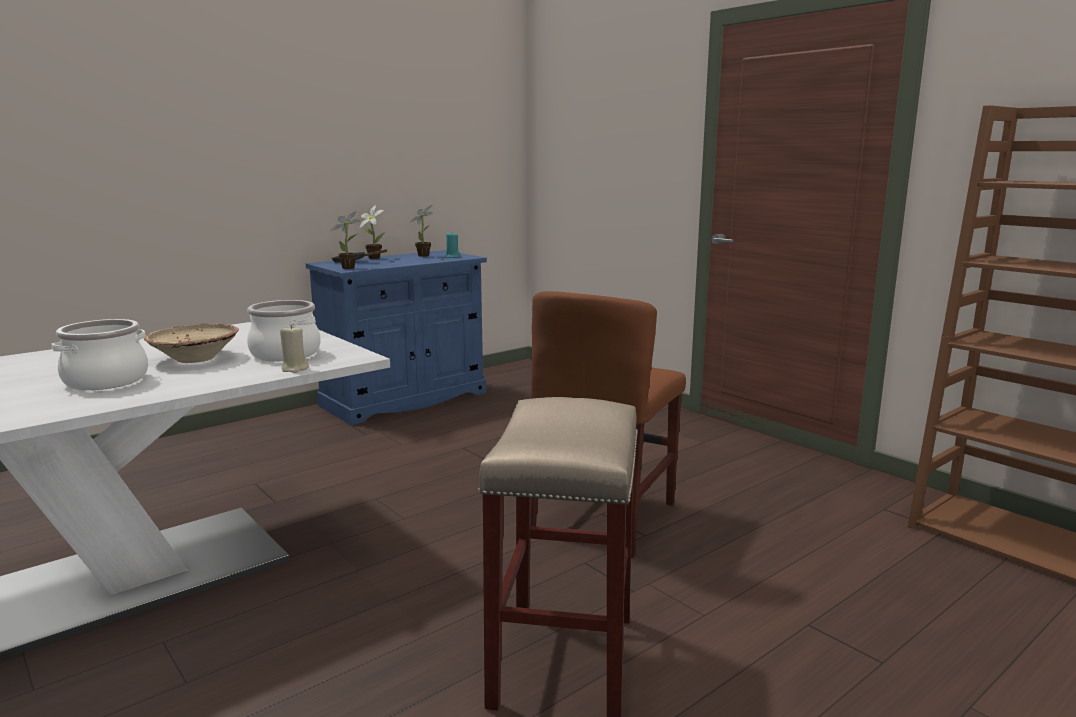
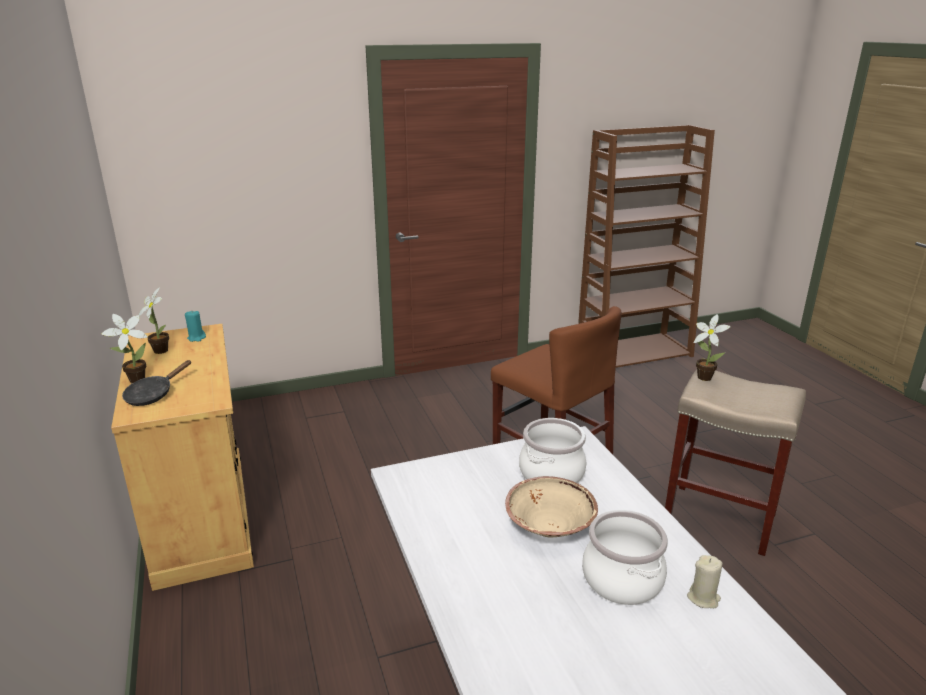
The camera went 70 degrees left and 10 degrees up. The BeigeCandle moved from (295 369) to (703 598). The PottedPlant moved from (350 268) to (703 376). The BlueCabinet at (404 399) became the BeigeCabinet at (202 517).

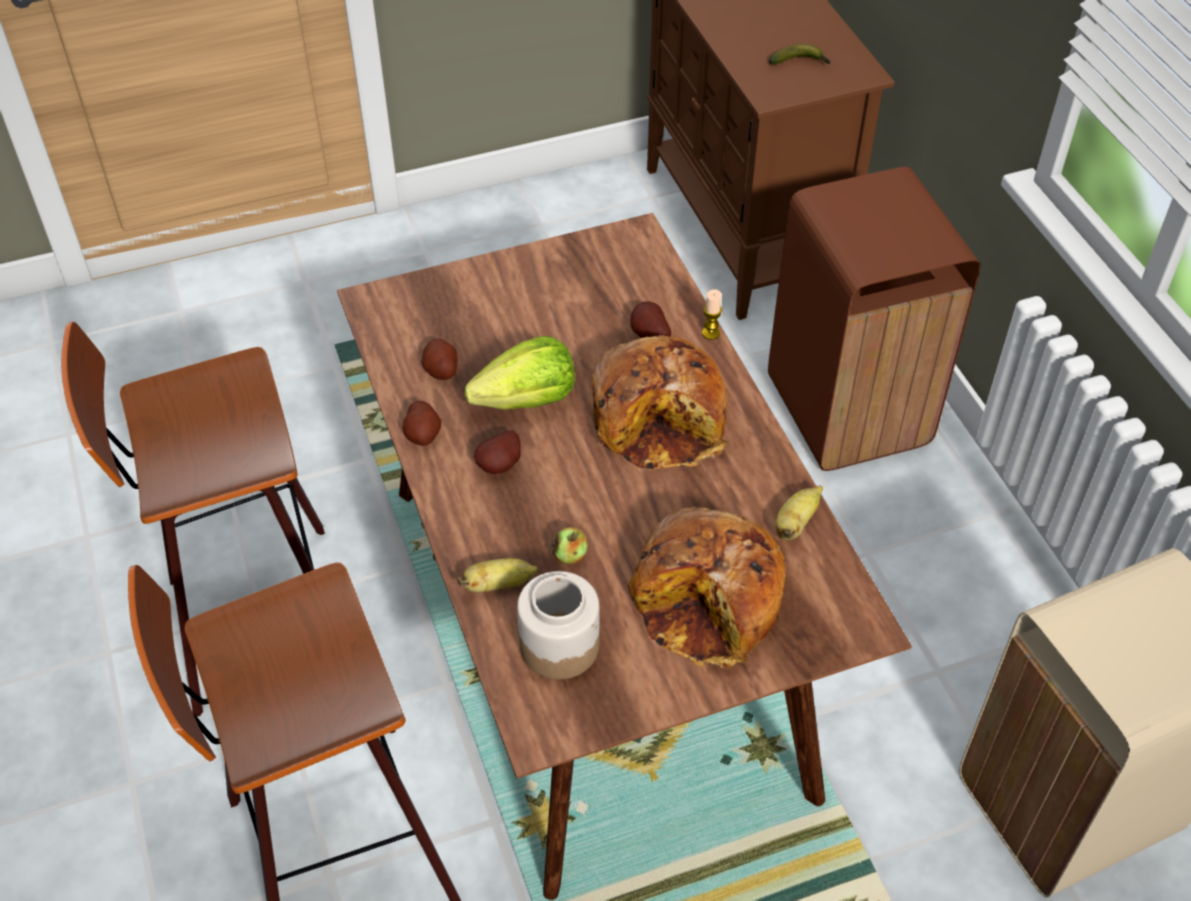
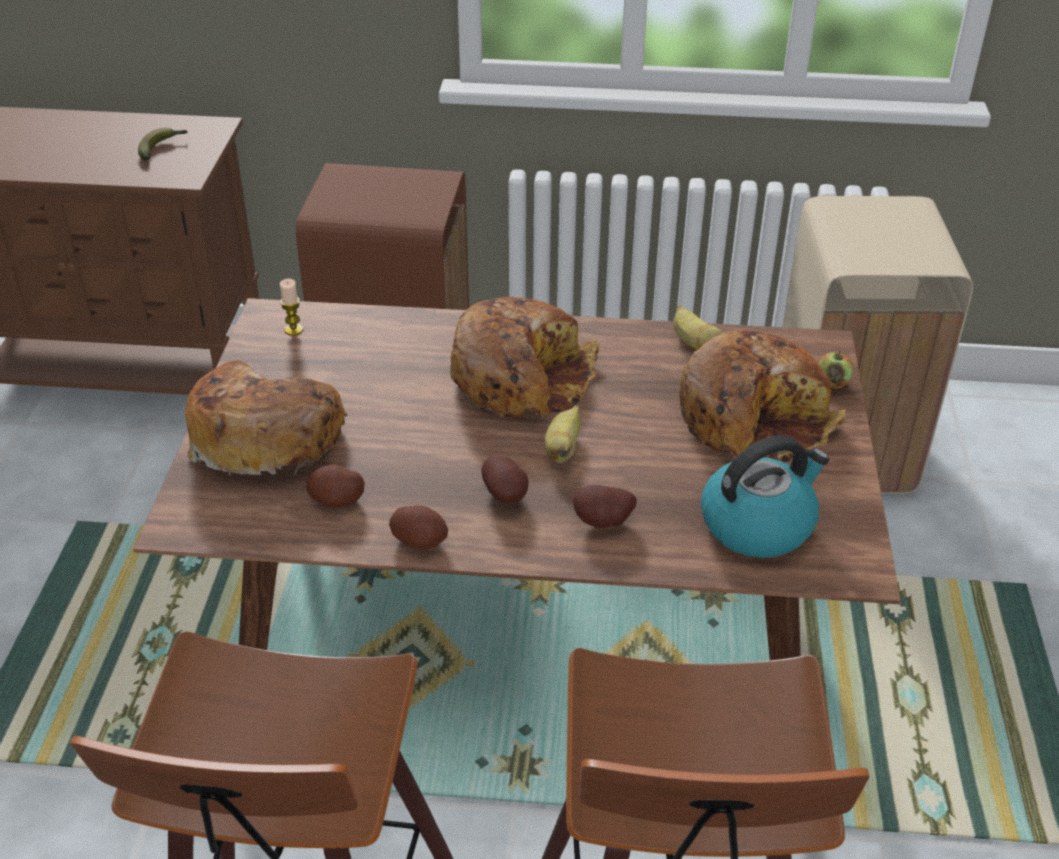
The camera went 65 degrees left and 10 degrees down. The Lettuce at (527 400) disappeared. The Bread at (266 435) appeared. The Banana moved from (499 585) to (563 448). The Apple moved from (569 556) to (832 383). The Potato moved from (648 336) to (603 523). The Candle moved from (710 333) to (293 330). The Jar at (559 645) was replaced by the Kettle at (758 524).

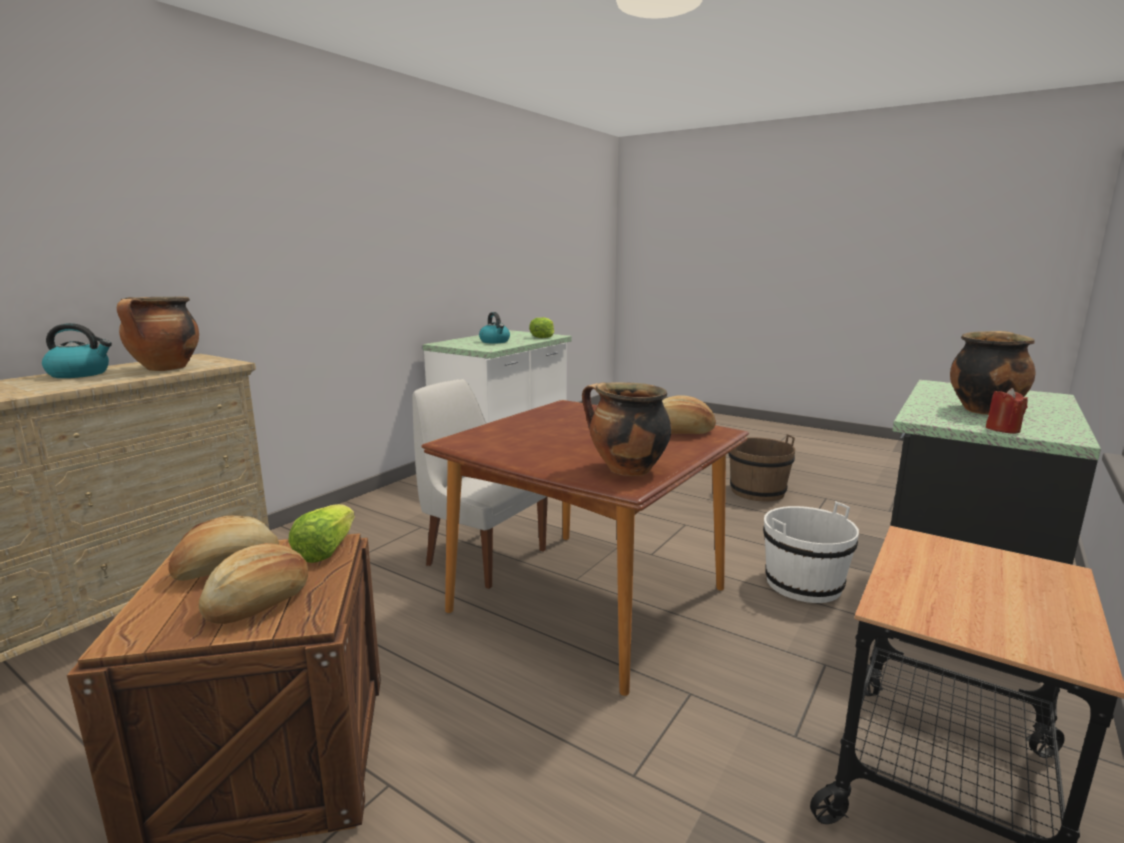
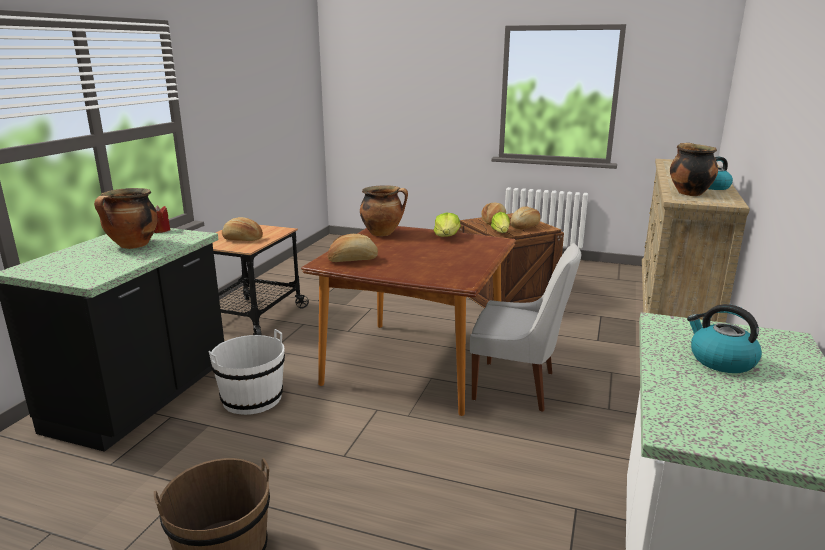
The camera went 165 degrees right and 5 degrees up. The Bread at (242 239) appeared. The Lettuce moved from (542 337) to (447 236).

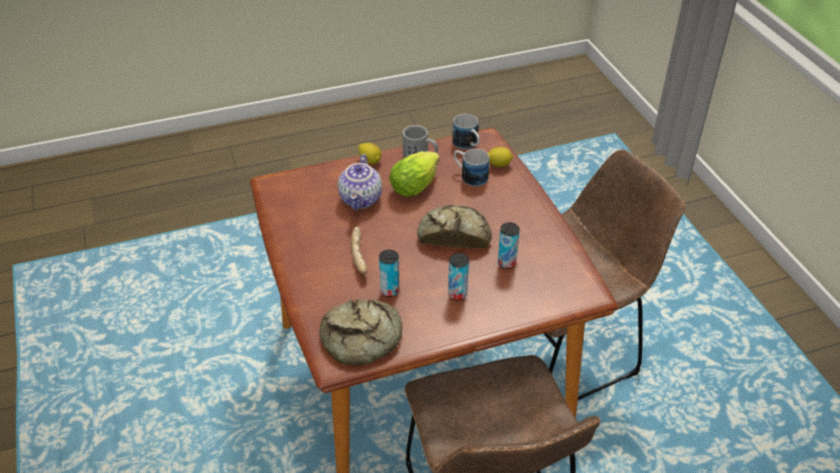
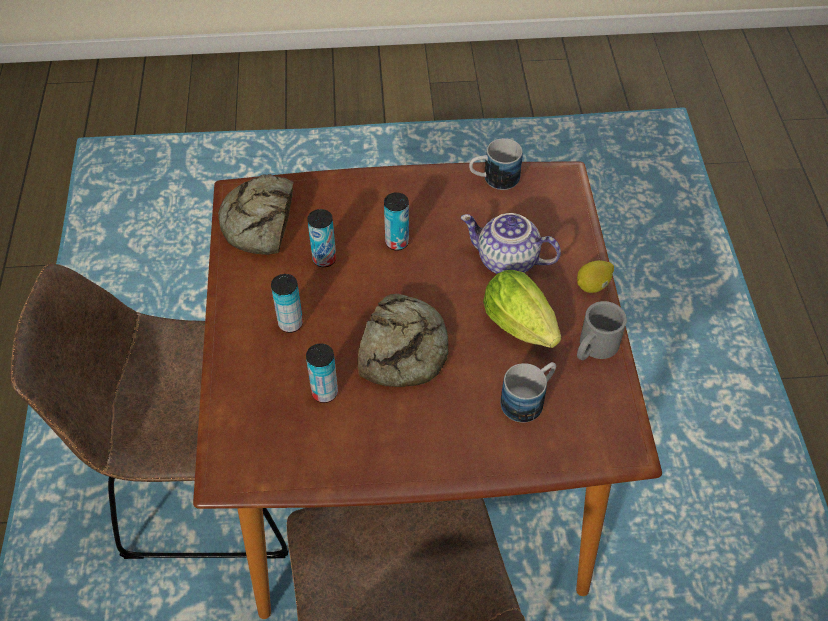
The camera went 105 degrees right and 10 degrees up. The Lemon at (498 165) disappeared. The Mug moved from (468 145) to (493 179). The Bread at (360 255) was replaced by the Can at (397 242).

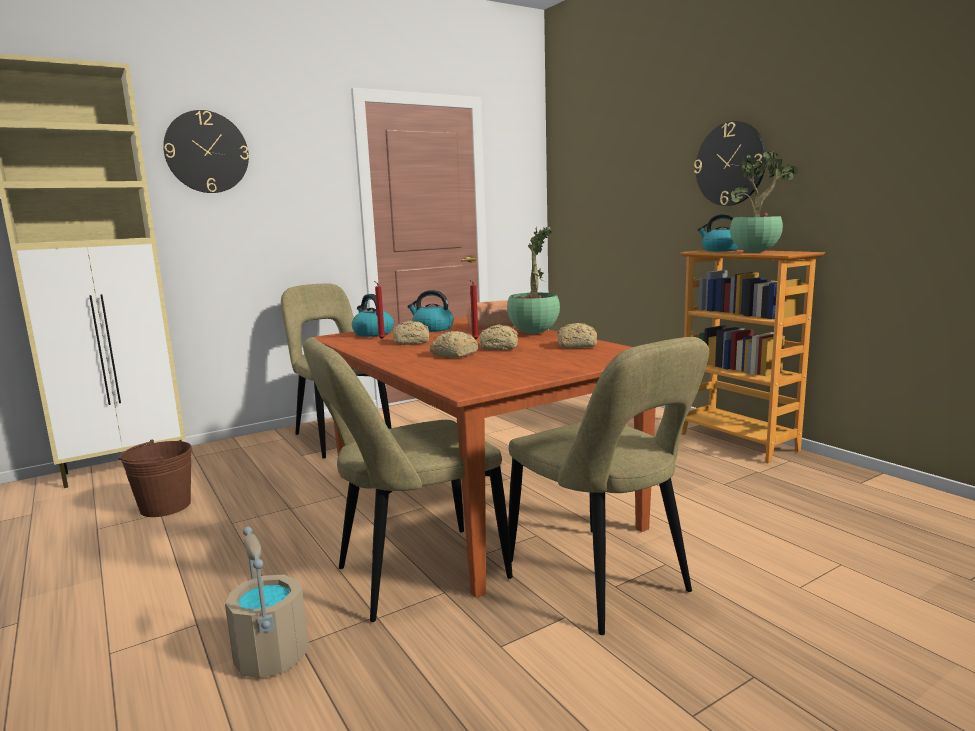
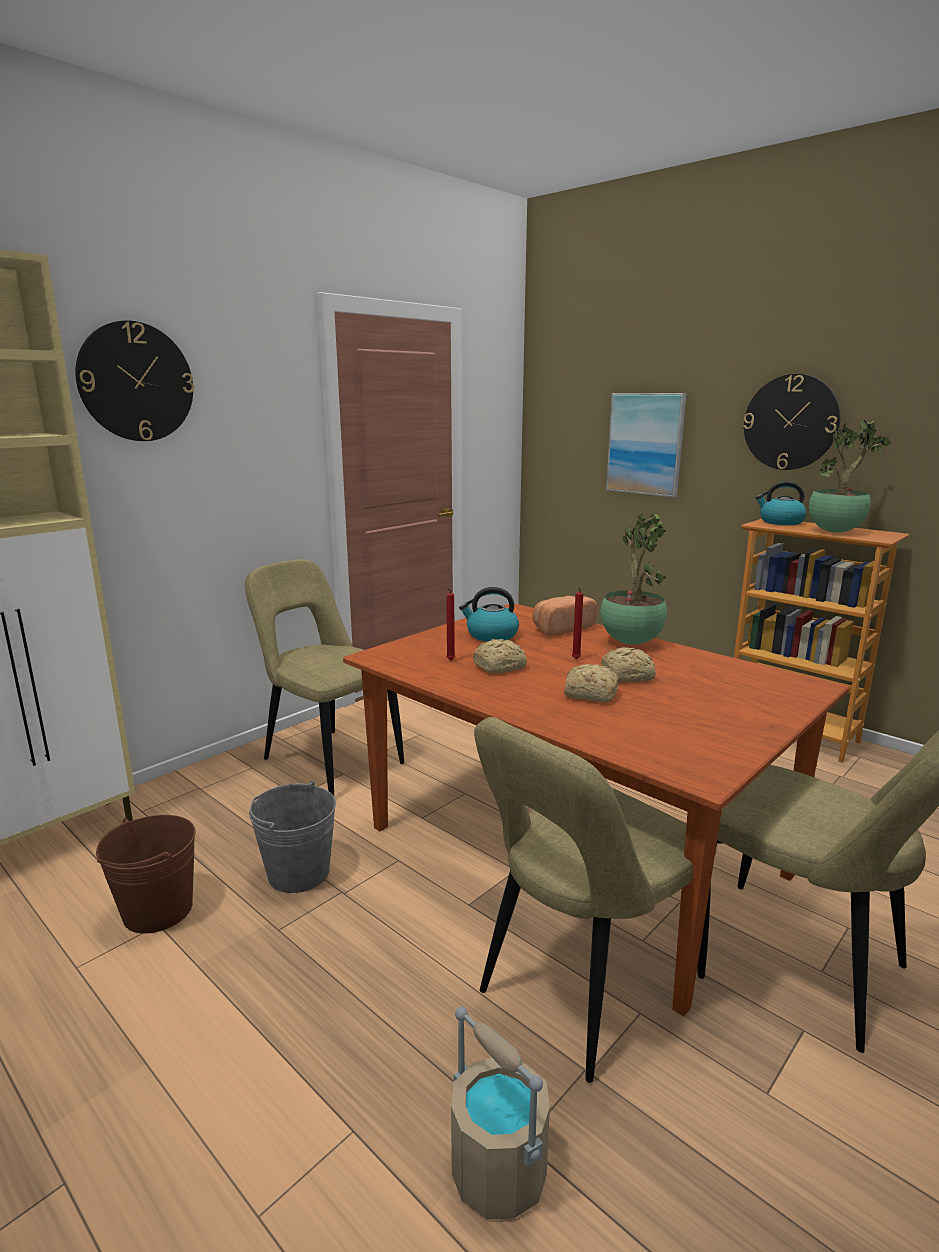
The camera went 15 degrees left and 5 degrees up. The Kettle at (372 333) disappeared. The Bread at (575 346) disappeared. The GreyBucket at (298 873) appeared. The Picture at (645 444) appeared.

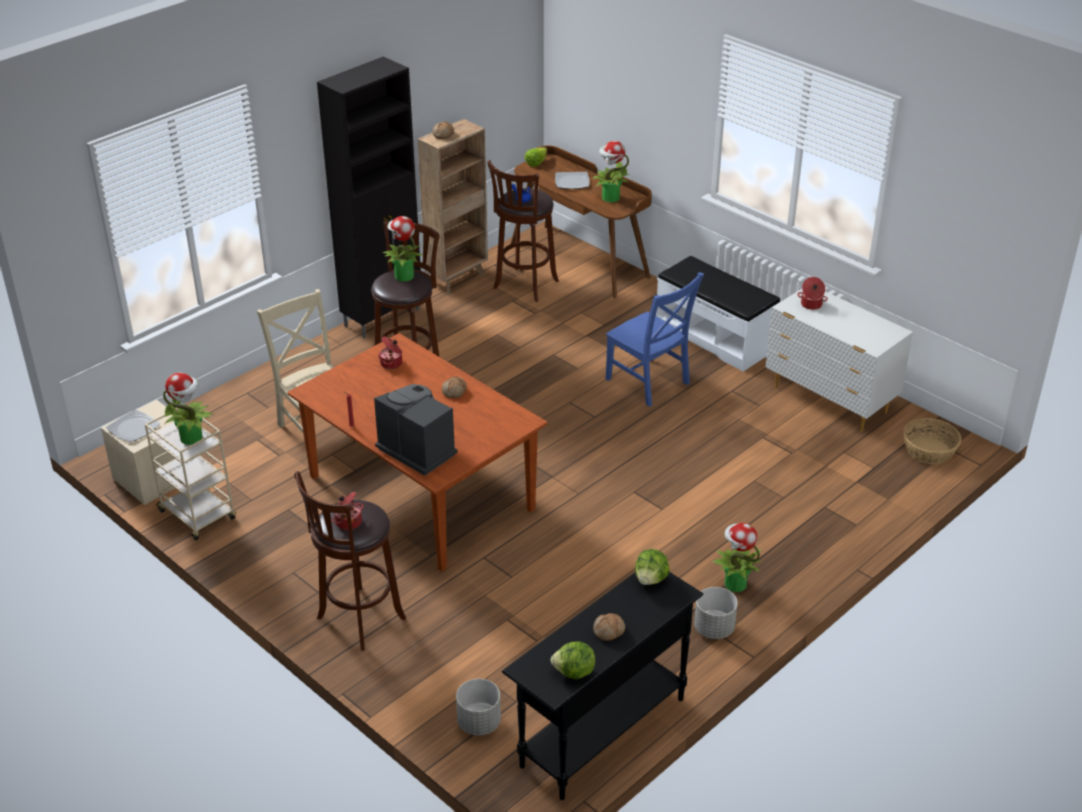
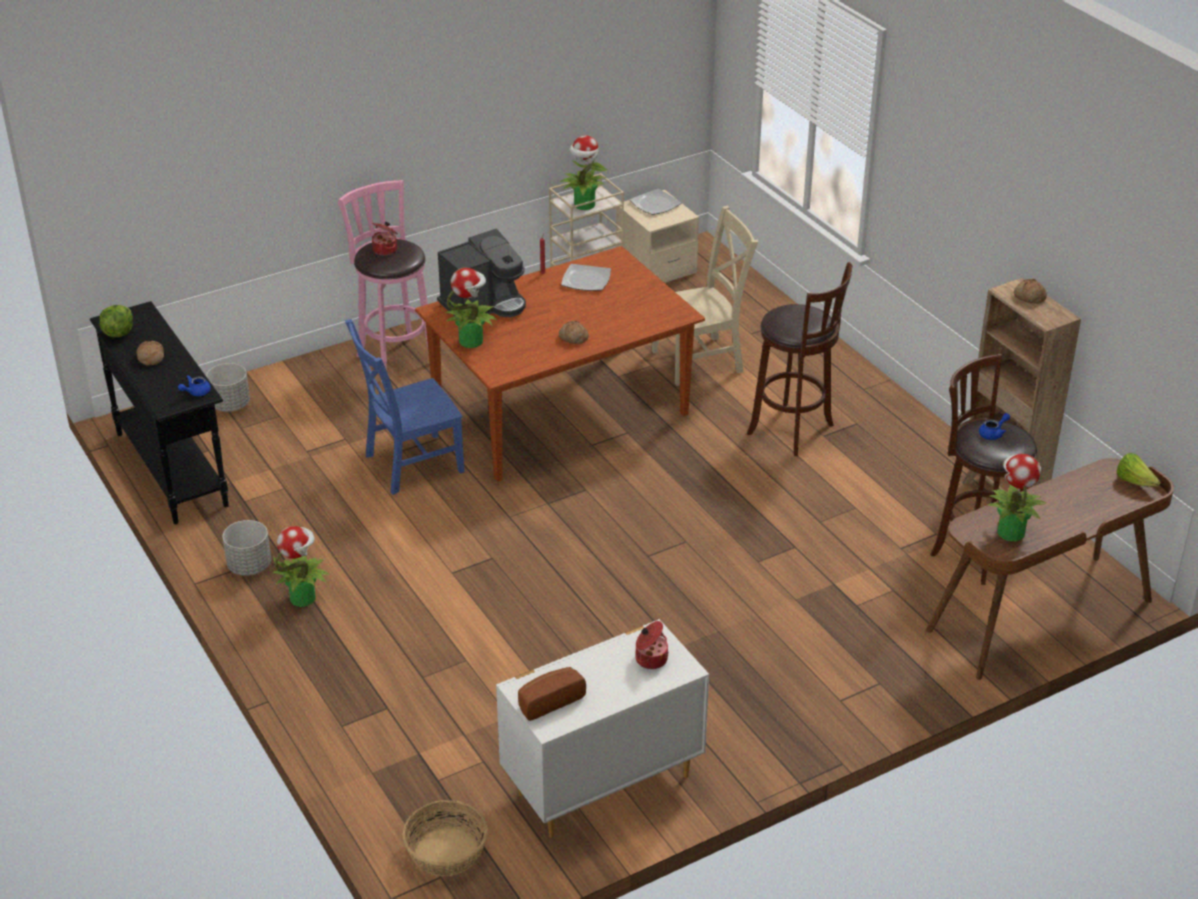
The camera went 105 degrees right and 0 degrees up. The BlackCabinet at (383 318) disappeared. The CookingPot at (392 363) disappeared. The WhiteBench at (714 338) disappeared. The Bread at (548 701) appeared. The PottedPlant moved from (403 276) to (471 341). The Plate moved from (572 182) to (586 280). The BlueChair moved from (649 383) to (410 464). The Lettuce at (651 579) was replaced by the BlueTeapot at (196 392). The BrownStool at (357 621) became the PinkStool at (395 357).

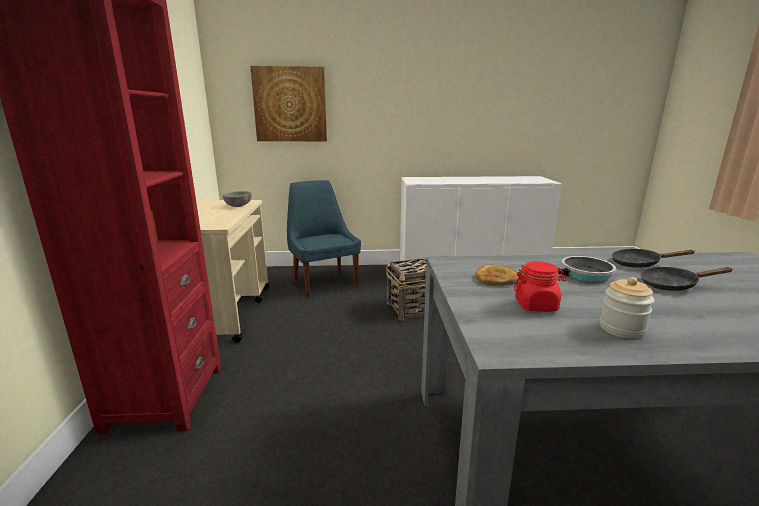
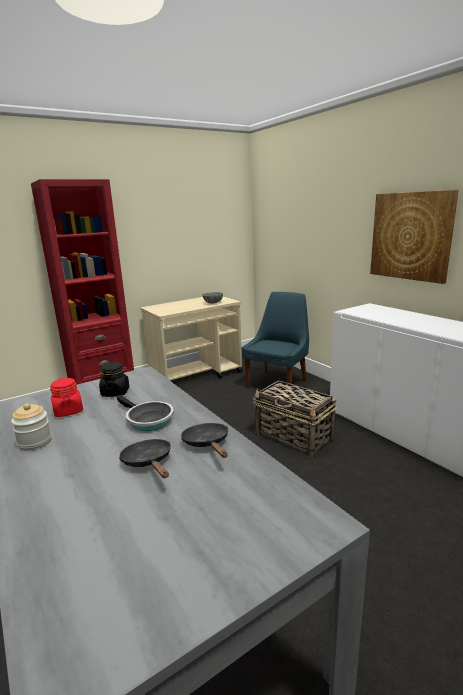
The camera went 60 degrees right and 0 degrees up. The Picture moved from (290 104) to (411 236). The Bread at (496 279) was replaced by the BlackJar at (115 392).

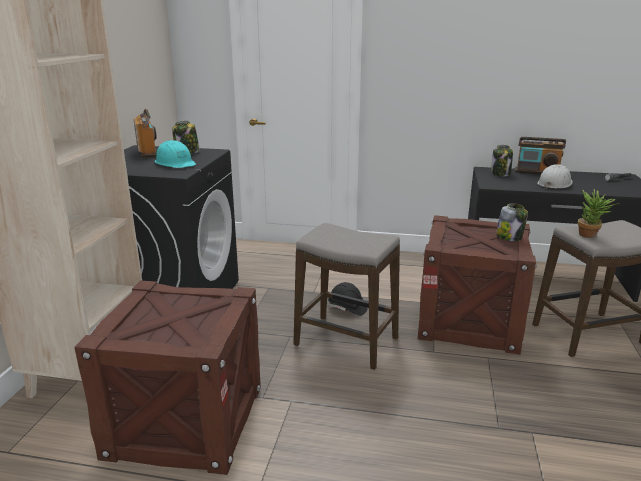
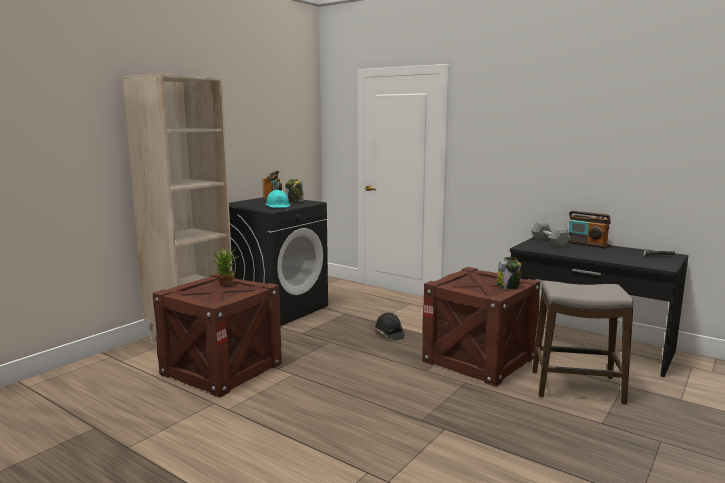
The camera went 25 degrees right and 10 degrees down. The Stool at (346 341) disappeared. The WhiteHardHat at (554 184) disappeared. The PottedPlant moved from (591 236) to (226 284). The Jar at (500 174) was replaced by the GreyDumbbell at (549 242).

